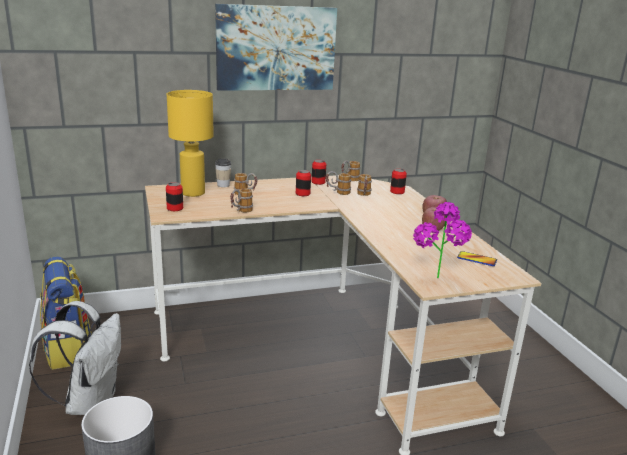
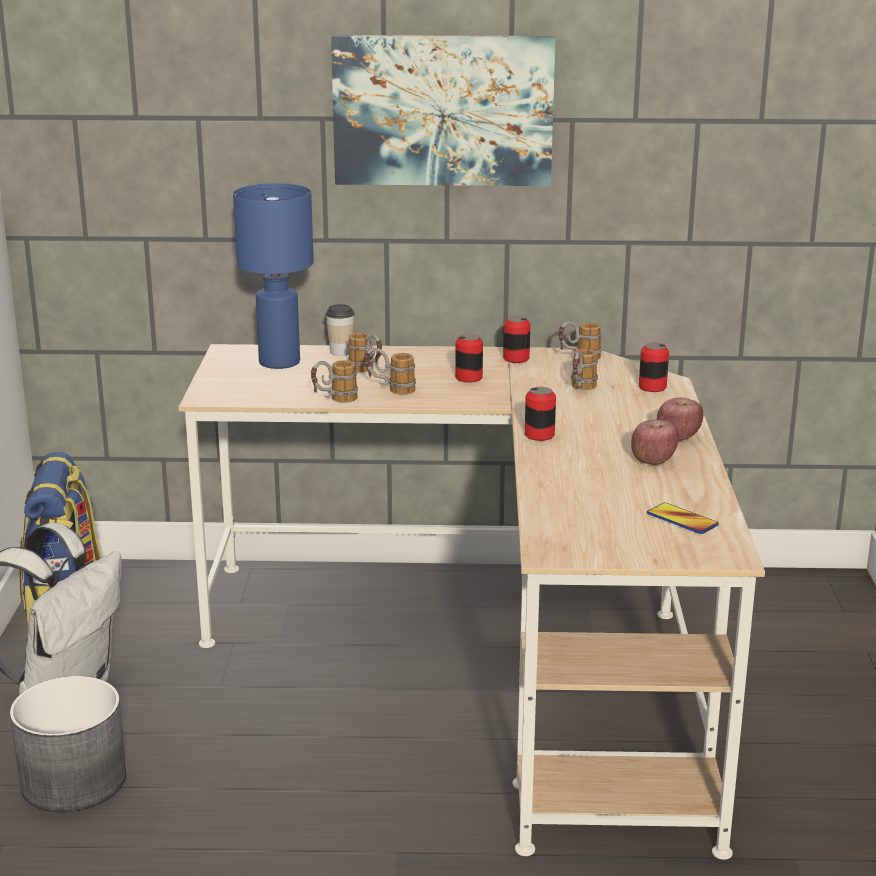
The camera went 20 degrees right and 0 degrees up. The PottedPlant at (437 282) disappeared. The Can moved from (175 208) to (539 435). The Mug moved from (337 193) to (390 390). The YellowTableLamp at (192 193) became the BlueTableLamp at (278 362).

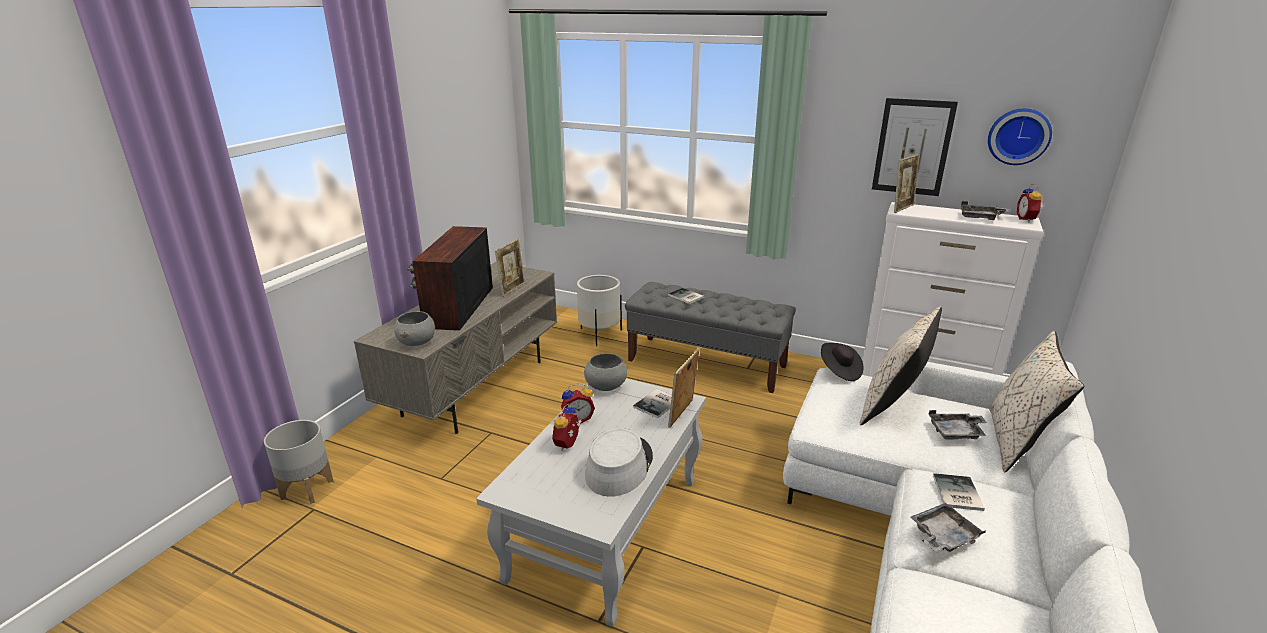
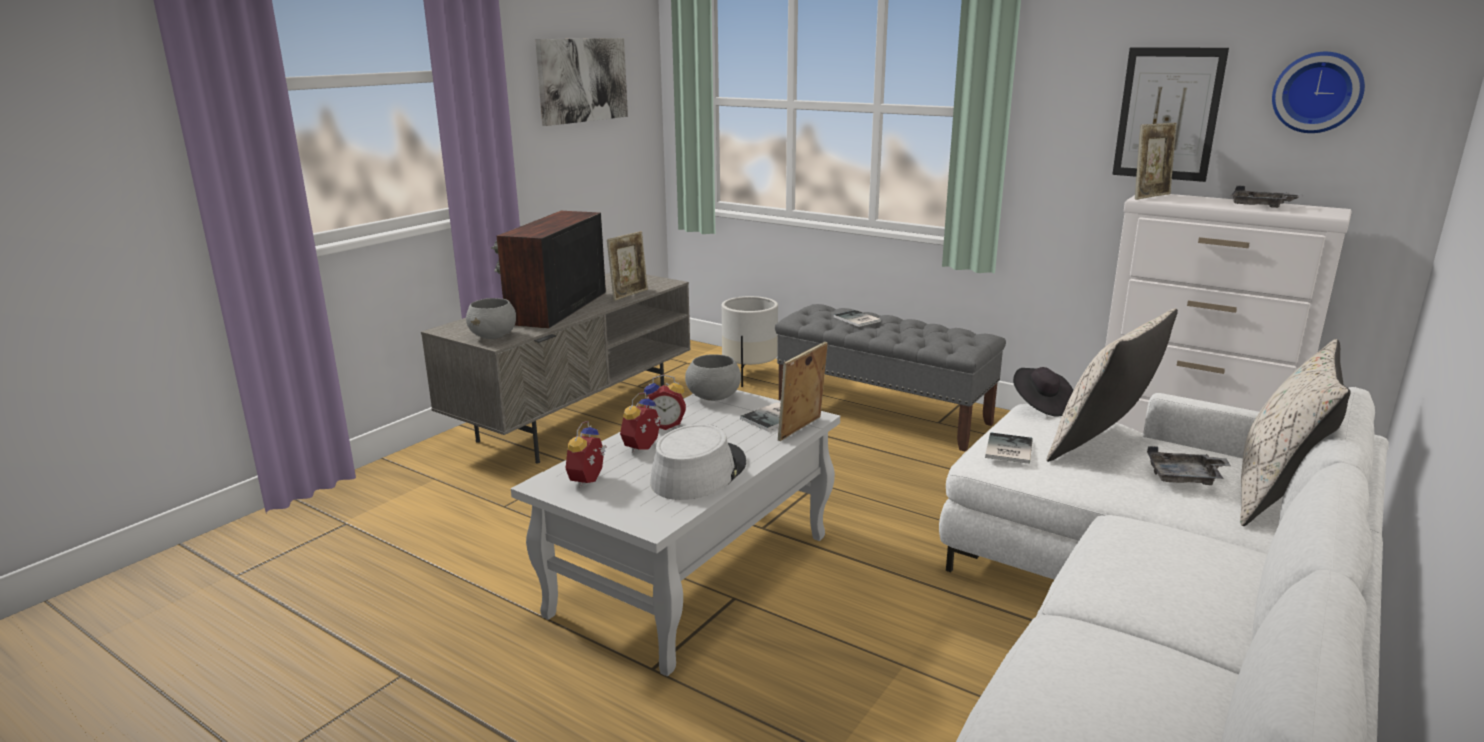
The camera went 10 degrees right and 5 degrees down. The GreyPlanter at (308 489) disappeared. The GreyTray at (942 536) disappeared. The Picture at (582 80) appeared. The Book moved from (956 493) to (1007 449). The AlarmClock moved from (1027 219) to (590 481).

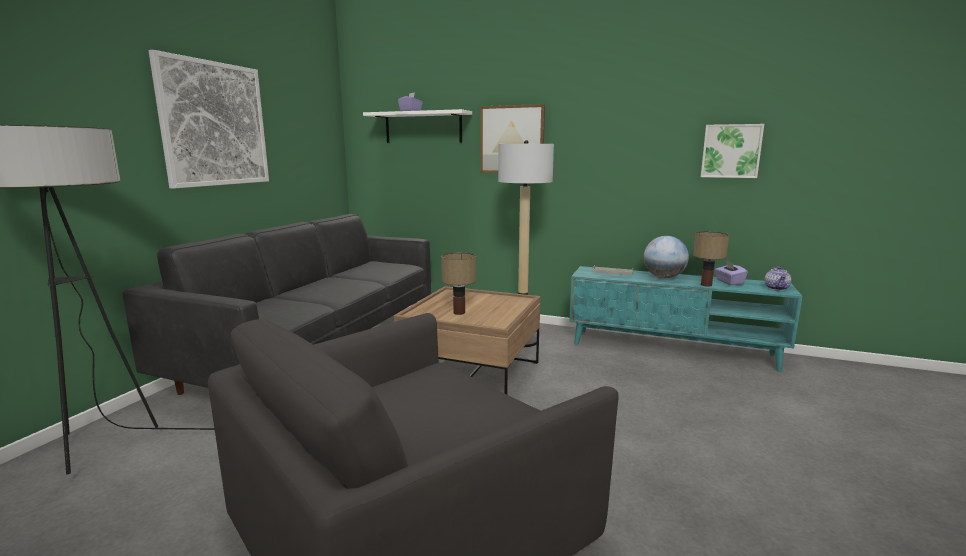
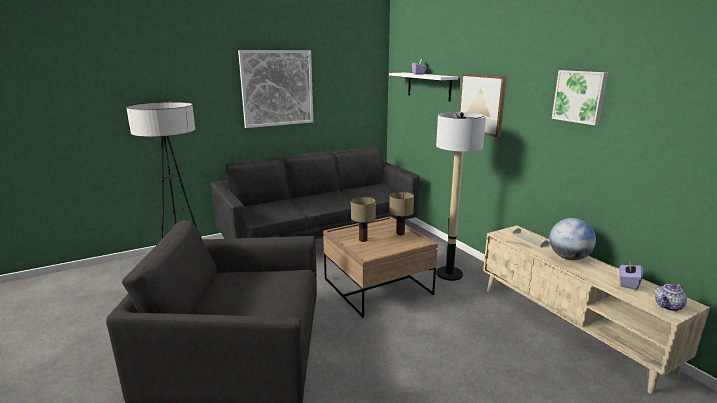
The camera went 40 degrees right and 5 degrees up. The TableLamp moved from (706 285) to (400 233). The Picture moved from (731 151) to (580 96). The TurquoiseTvStand at (672 349) became the BeigeTvStand at (569 327).

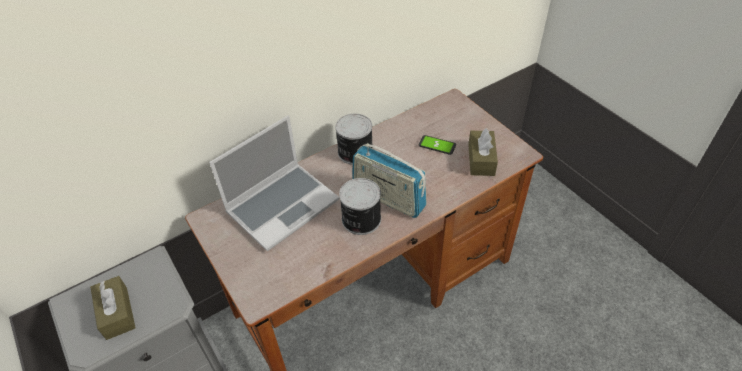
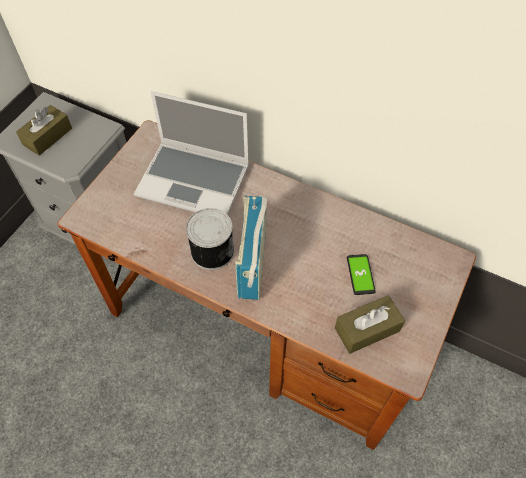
The camera went 60 degrees right and 10 degrees up. The Can at (354 152) disappeared.

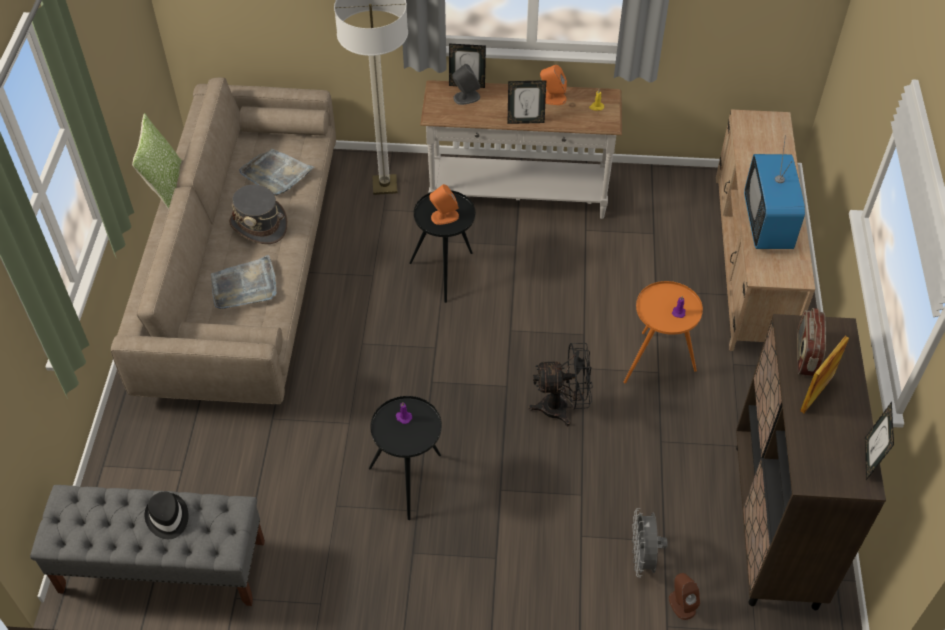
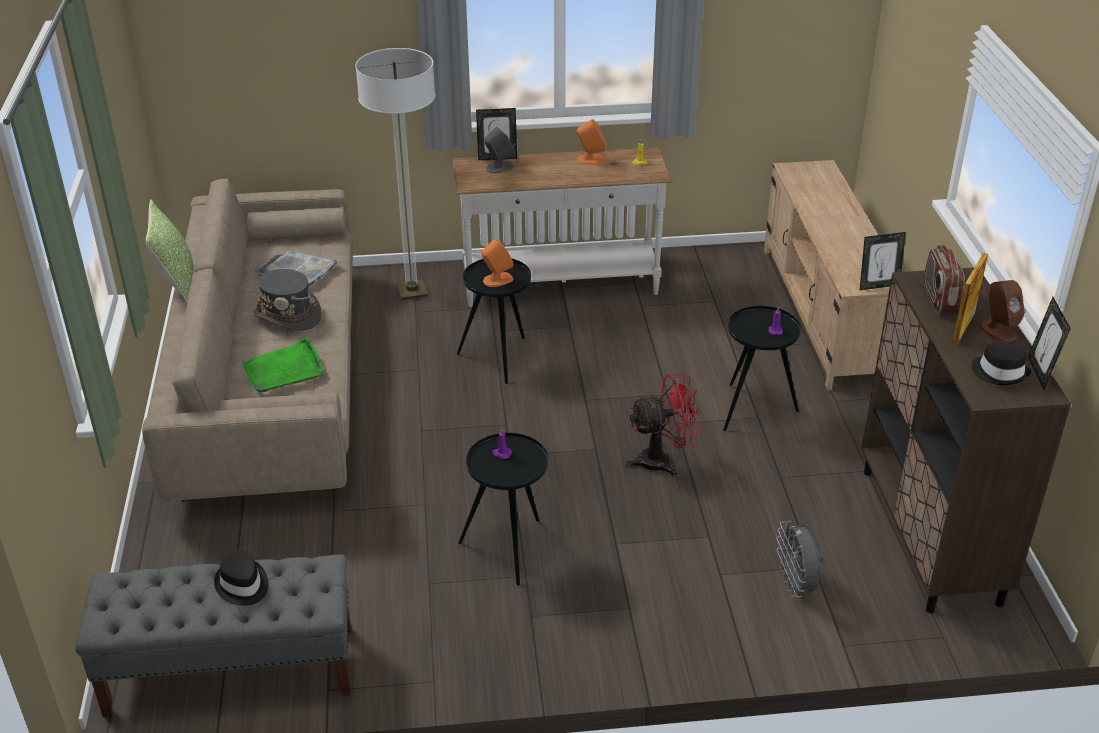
The camera went 10 degrees left and 15 degrees down. The Television at (767 224) disappeared. The BlackHat at (1000 372) appeared. The PictureFrame moved from (525 121) to (878 285). The BrownSpeaker moved from (682 604) to (997 330). The GreyTray at (244 286) became the GreenTray at (284 370). The BlackFan at (562 407) became the RedFan at (663 460). The OrangeSideTable at (657 364) became the BlackSideTable at (754 410).

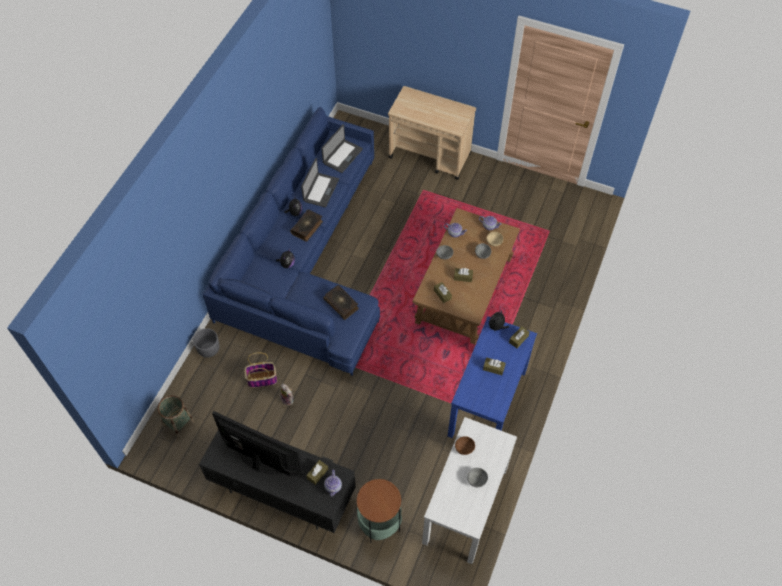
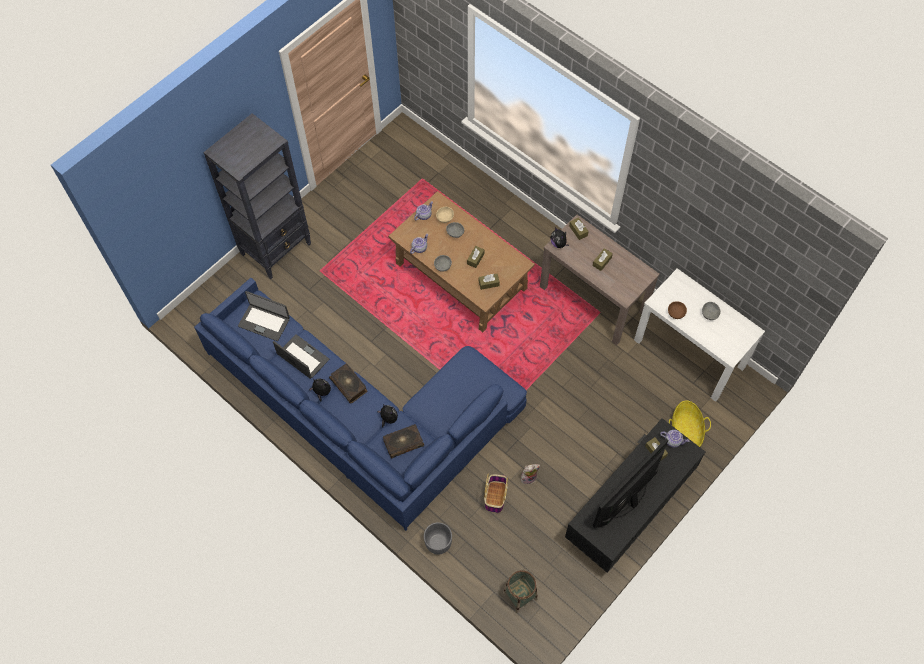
The camera went 70 degrees left and 5 degrees up. The Book moved from (341 304) to (403 443). The SideTable at (379 523) was replaced by the Basket at (686 431). The BeigeCart at (430 156) was replaced by the BlackBookcase at (276 249). The BlueConsoleTable at (487 403) became the BrownConsoleTable at (593 300). The Laptop at (342 156) turned 150 degrees clockwise.

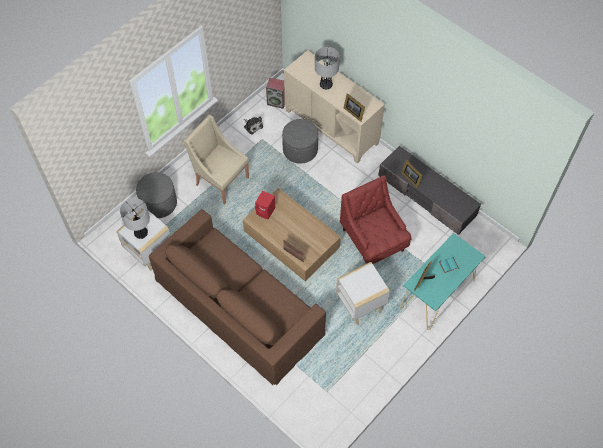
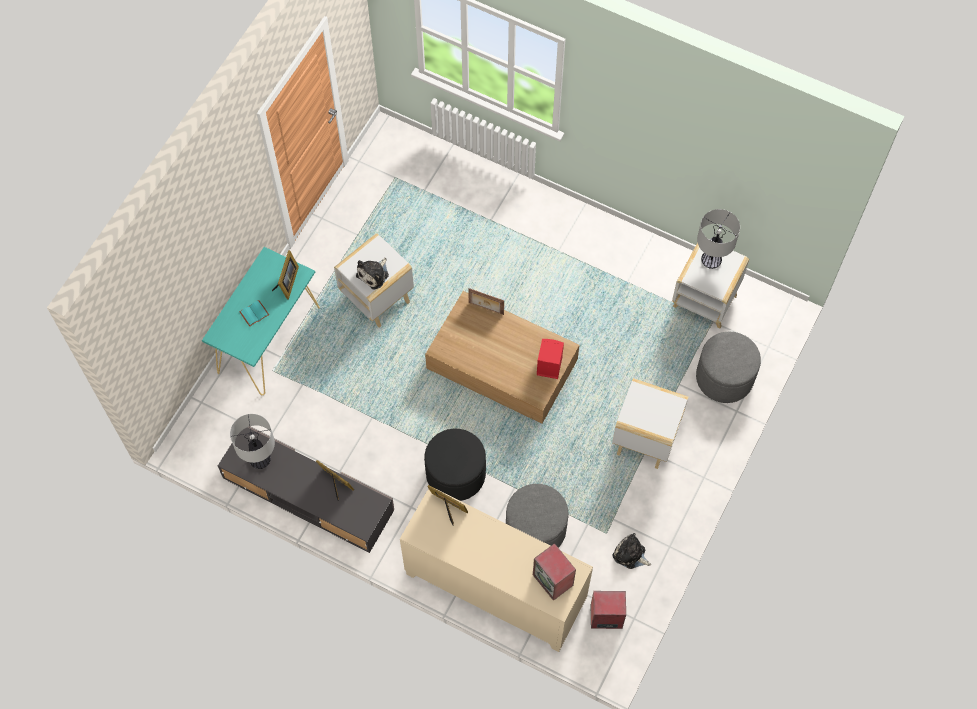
The camera went 165 degrees right and 5 degrees up. The BrownSofa at (238 305) disappeared. The RedArmchair at (373 241) disappeared. The PlushToy at (374 274) appeared. The BlackOttoman at (455 474) appeared. The Speaker at (553 580) appeared. The TableLamp moved from (326 85) to (260 460). The BeigeArmchair at (220 180) was replaced by the WhiteSideTable at (645 439).

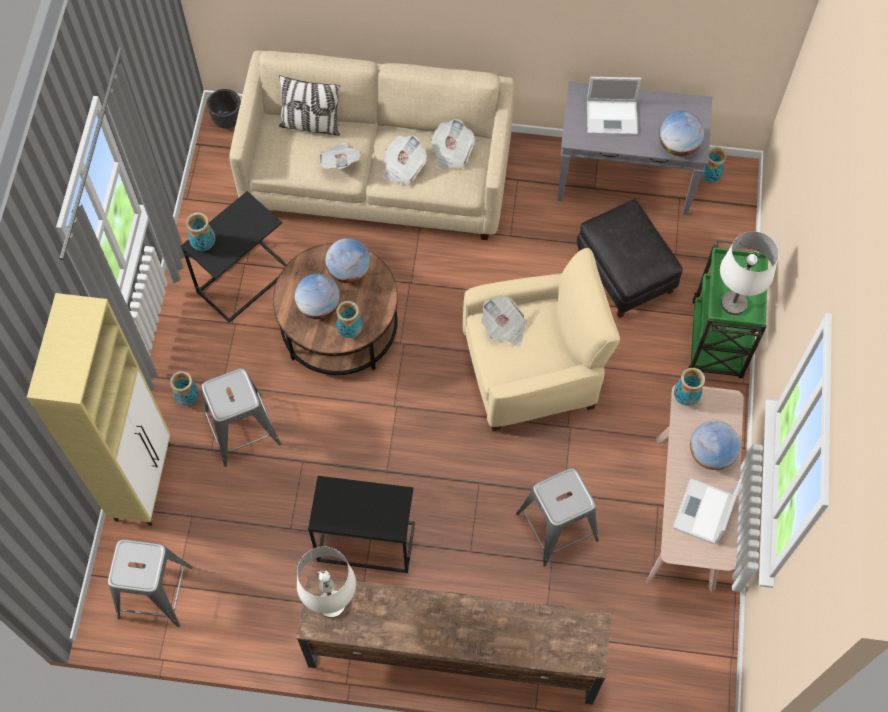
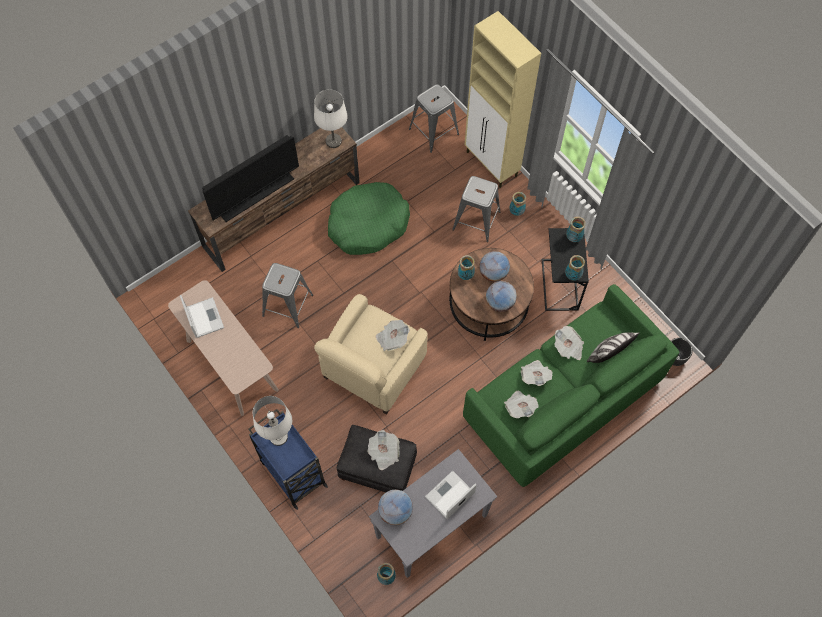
The camera went 135 degrees right and 0 degrees up. The Globe at (710 454) disappeared. The Television at (256 195) appeared. The Newspaper at (384 453) appeared. The Vase moved from (685 397) to (573 275). The BlackSideTable at (366 542) was replaced by the GreenDogBed at (368 224). The BeigeSofa at (378 176) became the GreenSofa at (562 400). The GreenCart at (716 341) became the BlueCart at (292 472).

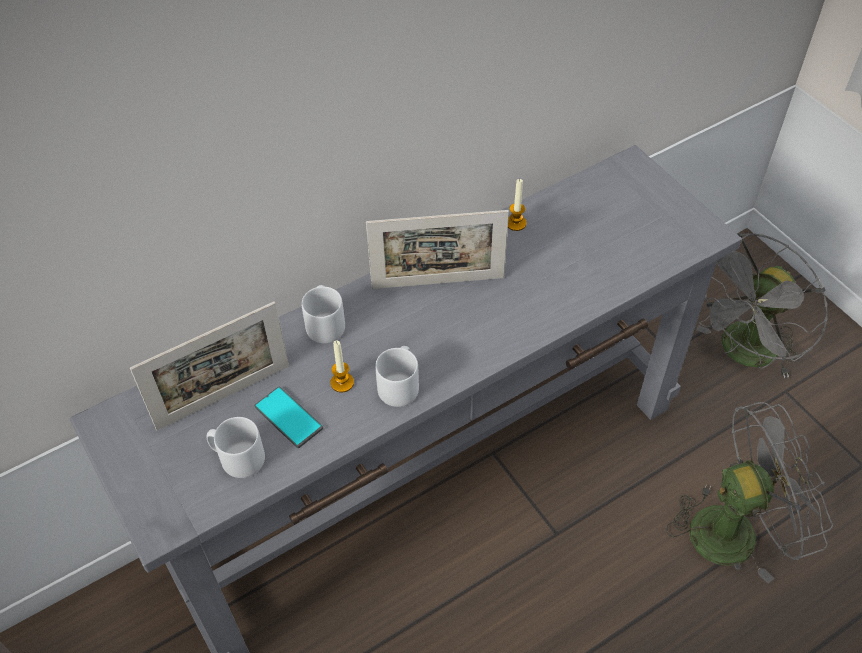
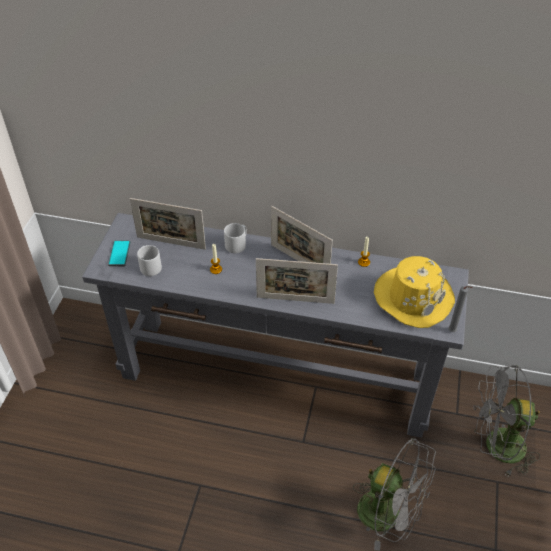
The camera went 45 degrees right and 5 degrees down. The GreyMug at (400 385) disappeared. The PictureFrame at (295 300) appeared. The YellowHat at (413 297) appeared. The GreyCandle at (453 332) appeared. The Phone moved from (289 417) to (119 253).

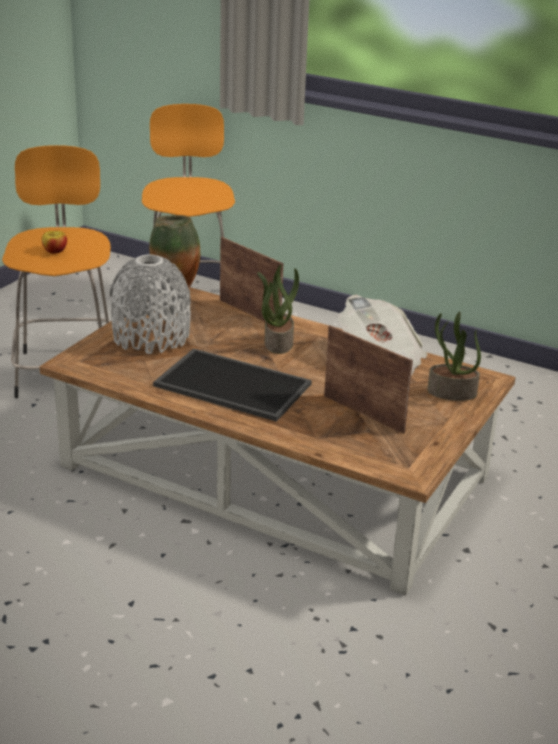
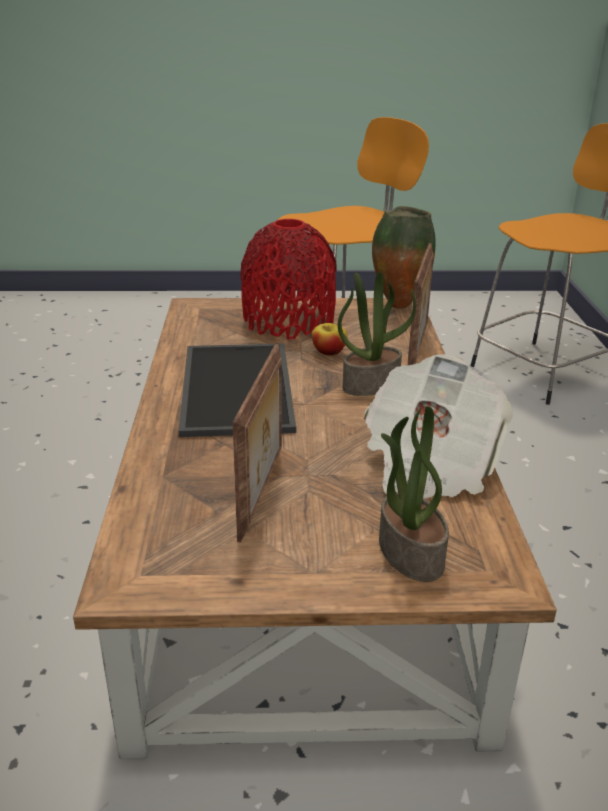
The camera went 60 degrees right and 0 degrees up. The Apple moved from (55 251) to (329 352). The GreyVase at (151 337) became the RedVase at (288 321).

